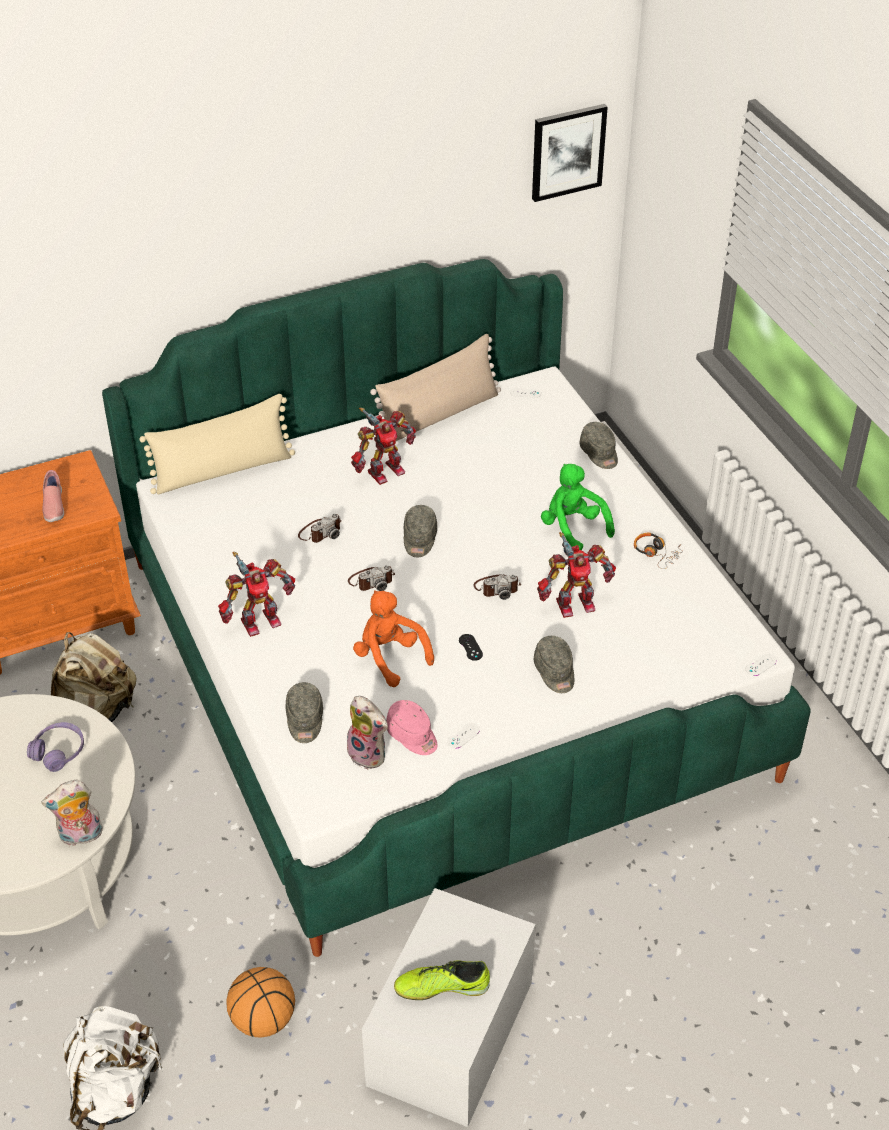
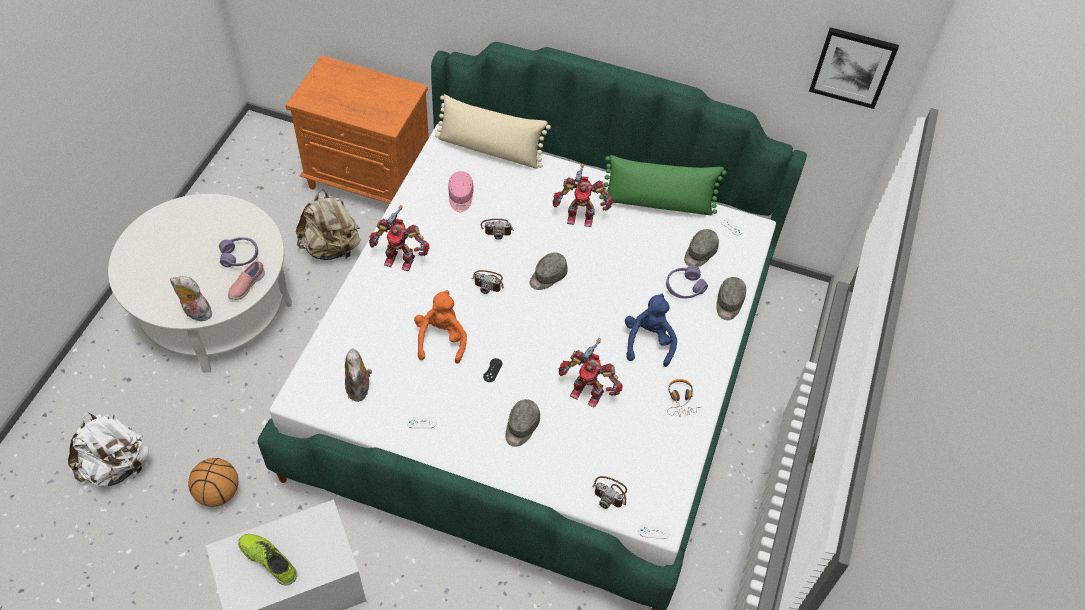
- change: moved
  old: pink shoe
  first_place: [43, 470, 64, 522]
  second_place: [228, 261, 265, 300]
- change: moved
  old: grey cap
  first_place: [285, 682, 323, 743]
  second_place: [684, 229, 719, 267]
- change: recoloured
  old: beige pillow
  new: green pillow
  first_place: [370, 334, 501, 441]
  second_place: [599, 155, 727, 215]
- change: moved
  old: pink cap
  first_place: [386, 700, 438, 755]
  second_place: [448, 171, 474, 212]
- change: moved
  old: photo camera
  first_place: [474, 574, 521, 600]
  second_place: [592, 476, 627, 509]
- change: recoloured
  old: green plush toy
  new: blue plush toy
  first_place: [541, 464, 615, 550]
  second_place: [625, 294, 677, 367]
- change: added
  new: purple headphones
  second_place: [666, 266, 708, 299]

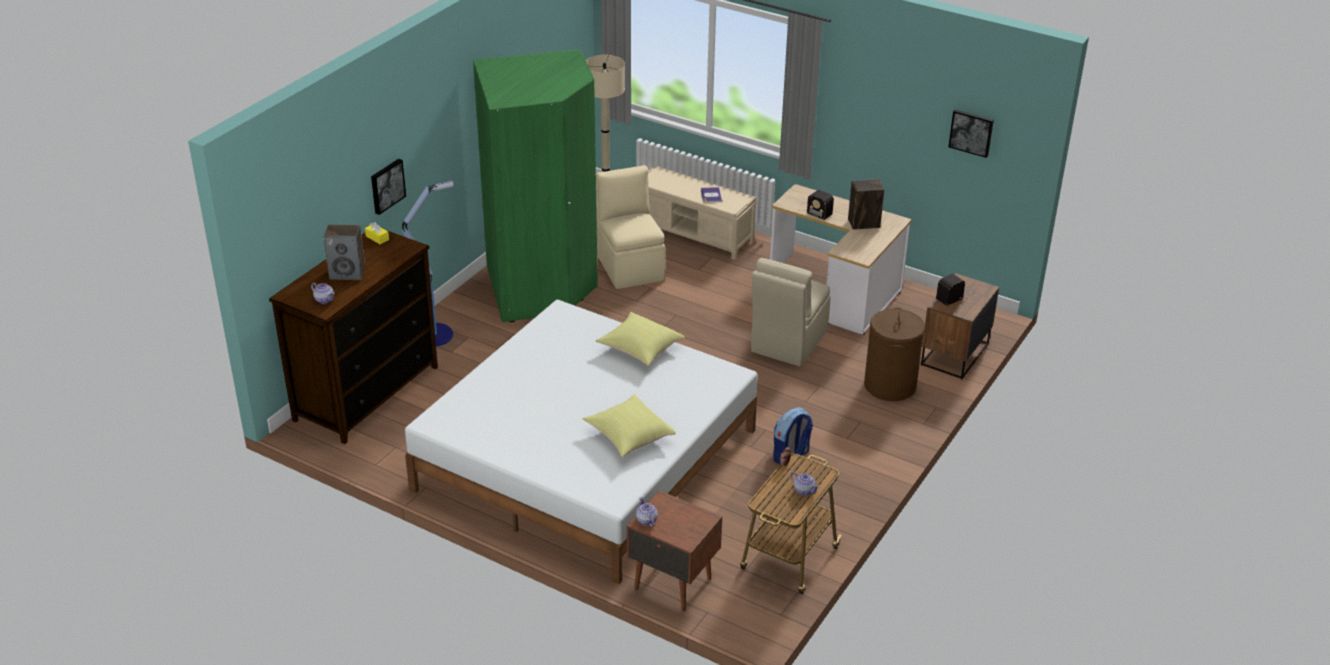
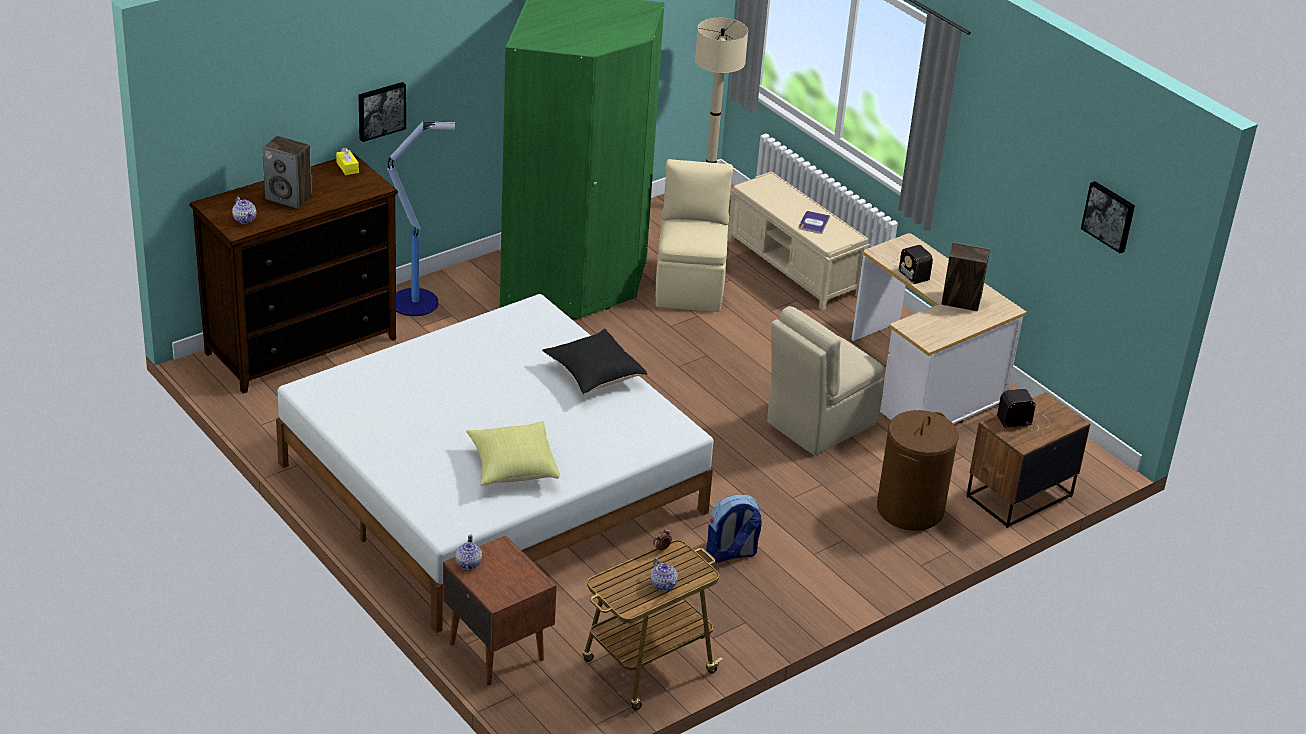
- change: recoloured
  old: yellow pillow
  new: black pillow
  first_place: [596, 312, 685, 366]
  second_place: [542, 329, 647, 395]

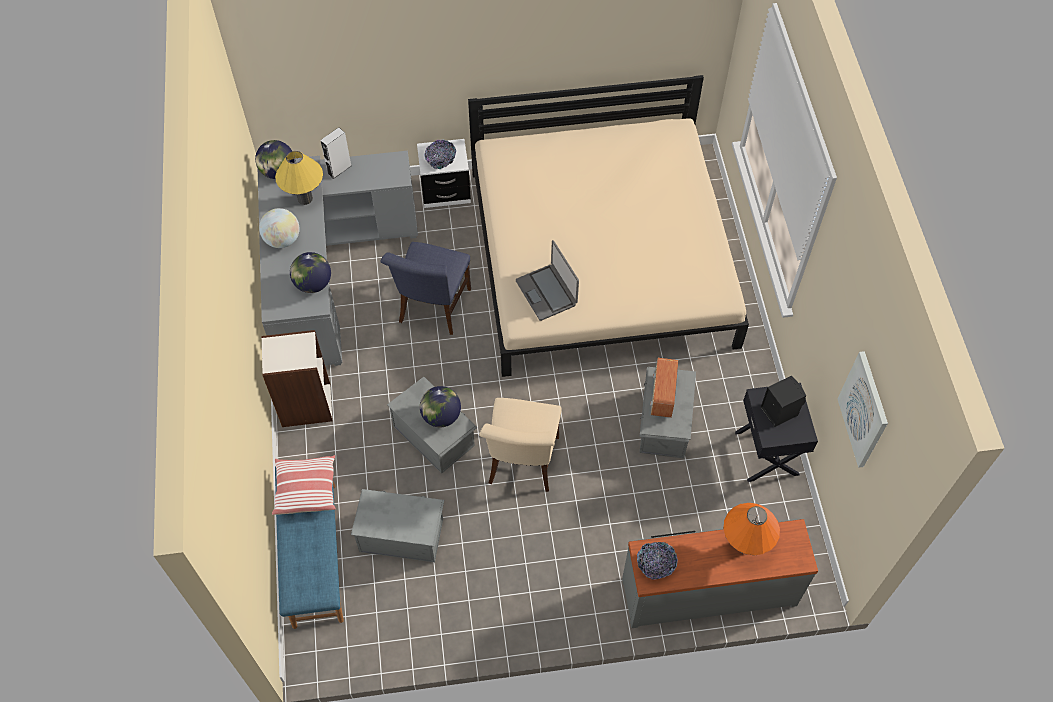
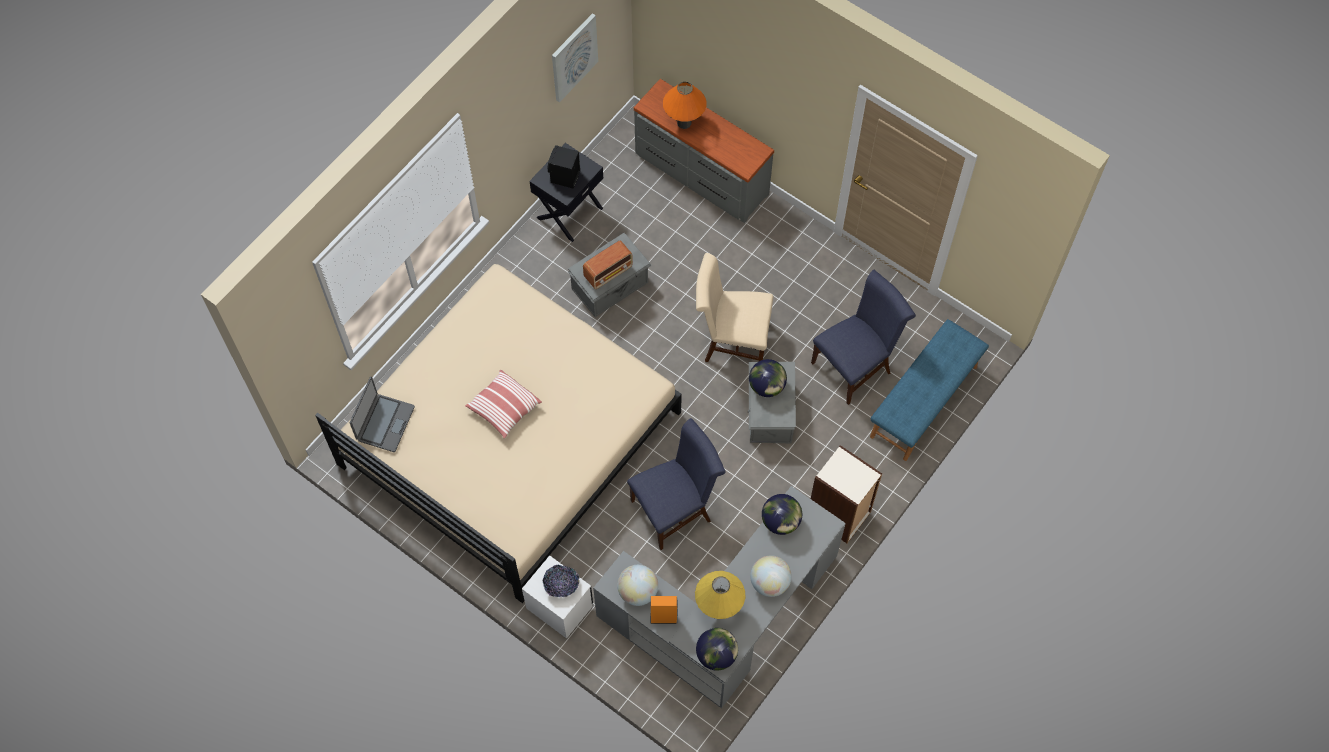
- change: moved
  old: pillow
  first_place: [272, 455, 336, 515]
  second_place: [465, 370, 542, 439]
- change: recoloured
  old: grey speaker
  new: orange speaker
  first_place: [320, 127, 352, 179]
  second_place: [650, 596, 678, 624]
- change: replaced
  old: grey storage box
  new: blue chair
  first_place: [351, 489, 444, 562]
  second_place: [811, 270, 916, 405]
- change: turned
  old: beige chair
  first_place: [479, 398, 562, 492]
  second_place: [696, 253, 773, 362]
  degrees: -135
- change: moved
  old: laptop
  first_place: [516, 240, 579, 321]
  second_place: [350, 377, 415, 452]
- change: removed
  old: bowl
  first_place: [637, 542, 678, 580]
- change: added
  new: globe
  second_place: [617, 565, 658, 606]

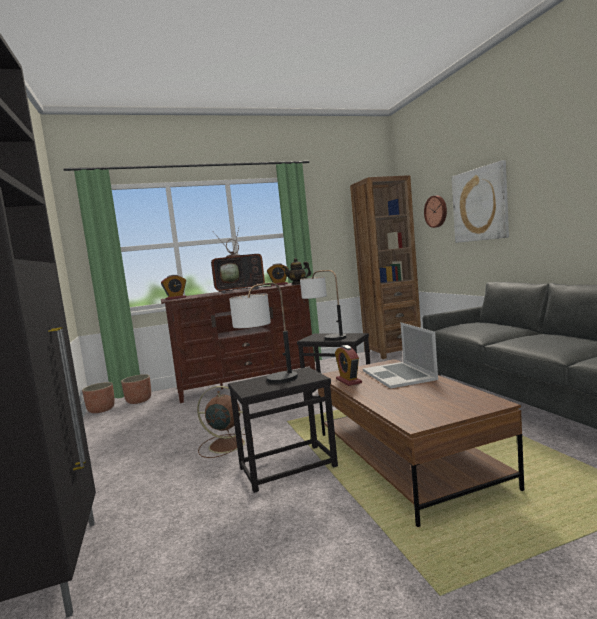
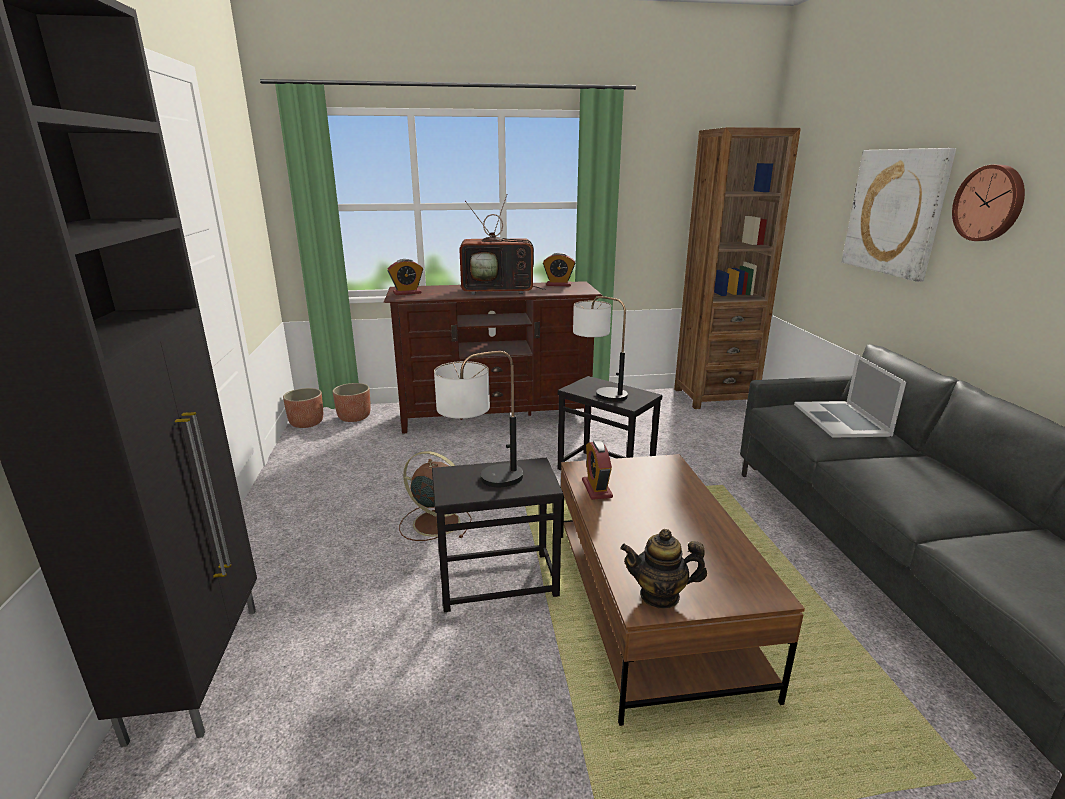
- change: moved
  old: teapot
  first_place: [283, 258, 312, 285]
  second_place: [620, 529, 707, 609]
- change: moved
  old: laptop
  first_place: [363, 322, 438, 389]
  second_place: [794, 355, 906, 438]
- change: moved
  old: wall clock
  first_place: [424, 196, 447, 228]
  second_place: [952, 165, 1025, 241]

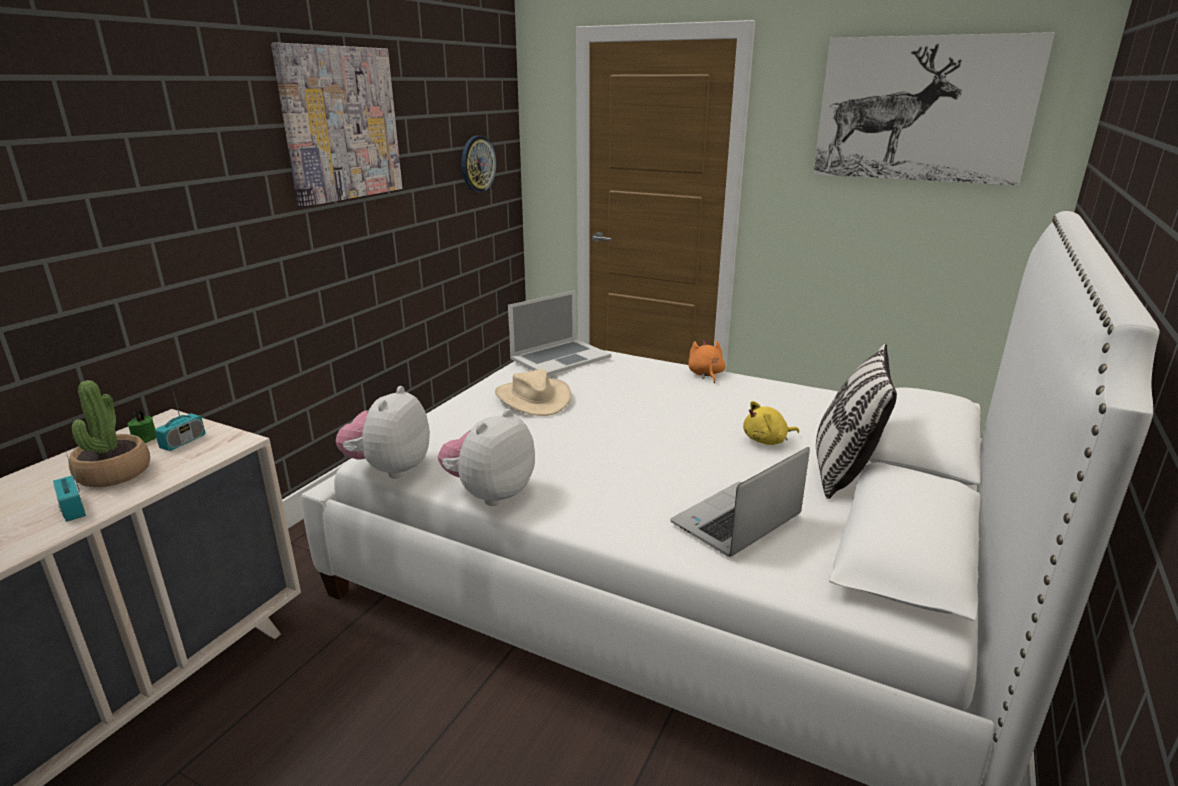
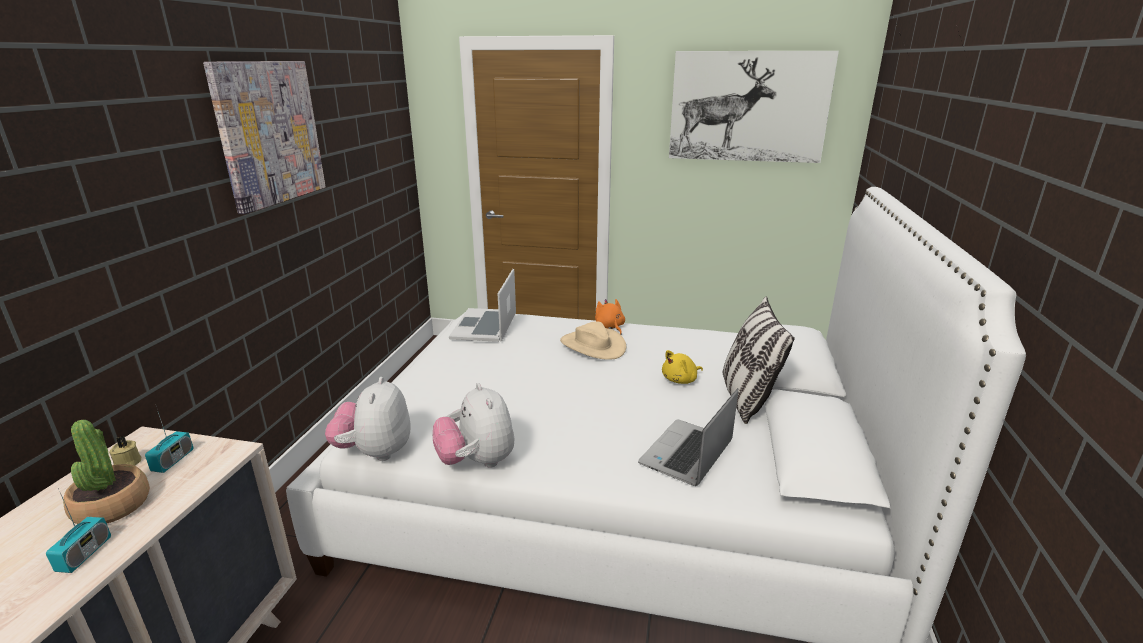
- change: turned
  old: radio
  first_place: [53, 449, 86, 522]
  second_place: [46, 488, 111, 573]
  degrees: -120
- change: recoloured
  old: green candle
  new: beige candle
  first_place: [127, 410, 156, 443]
  second_place: [109, 436, 141, 466]
- change: turned
  old: plush toy
  first_place: [437, 409, 535, 506]
  second_place: [433, 383, 514, 468]
  degrees: -45
- change: removed
  old: wall clock
  first_place: [462, 135, 496, 192]
- change: moved
  old: beige hat
  first_place: [495, 369, 571, 416]
  second_place: [560, 321, 626, 360]
- change: turned
  old: laptop
  first_place: [508, 290, 611, 376]
  second_place: [449, 269, 516, 342]
  degrees: 150

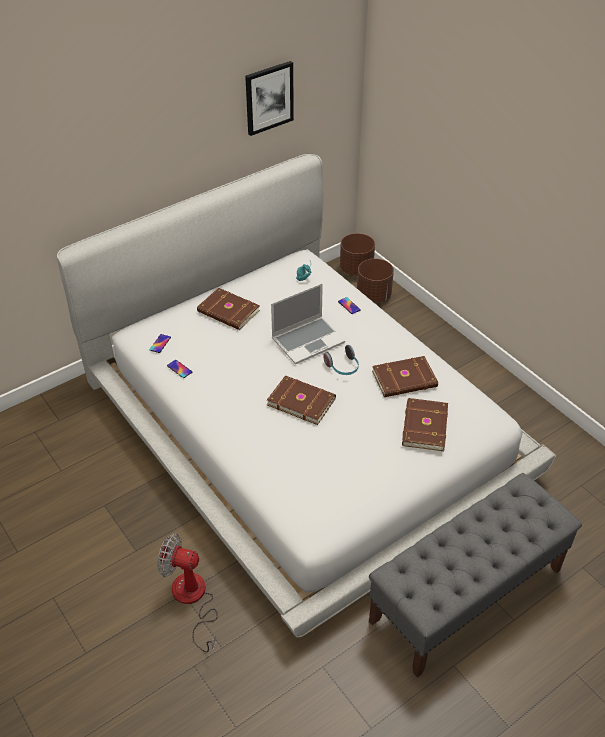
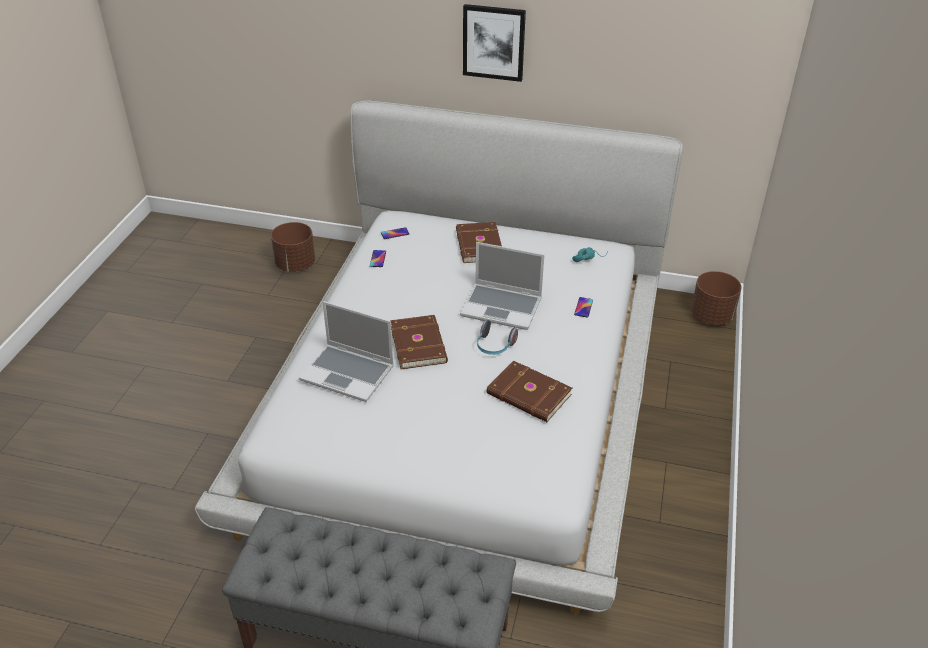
- change: removed
  old: fan
  first_place: [158, 533, 218, 652]
- change: moved
  old: picture
  first_place: [245, 61, 294, 136]
  second_place: [463, 4, 526, 82]
- change: moved
  old: brown planter
  first_place: [357, 258, 394, 303]
  second_place: [271, 222, 315, 272]
- change: removed
  old: brown book
  first_place: [402, 398, 448, 451]
- change: added
  new: laptop
  second_place: [299, 301, 394, 402]

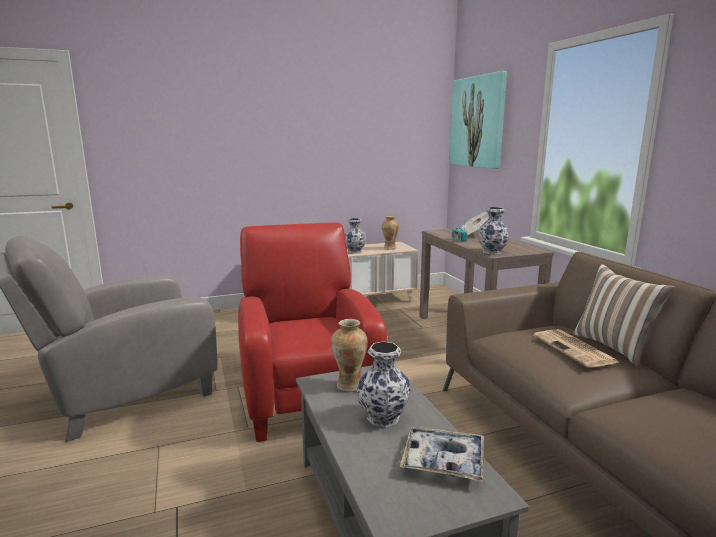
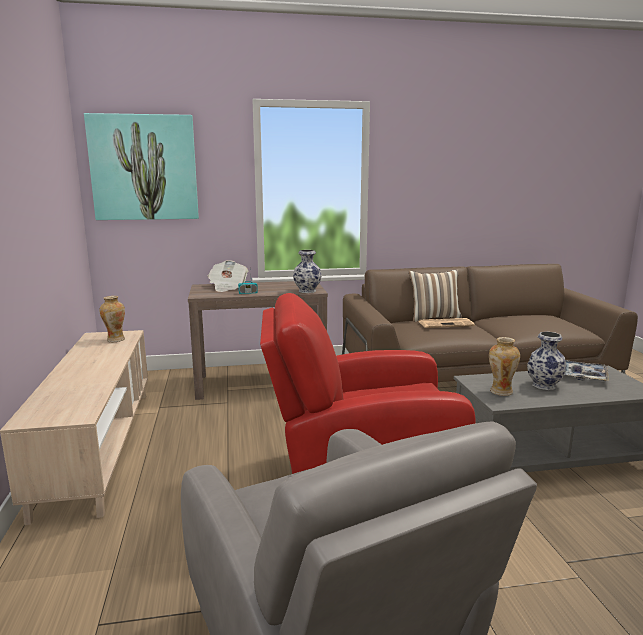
- change: removed
  old: vase
  first_place: [345, 218, 366, 254]

